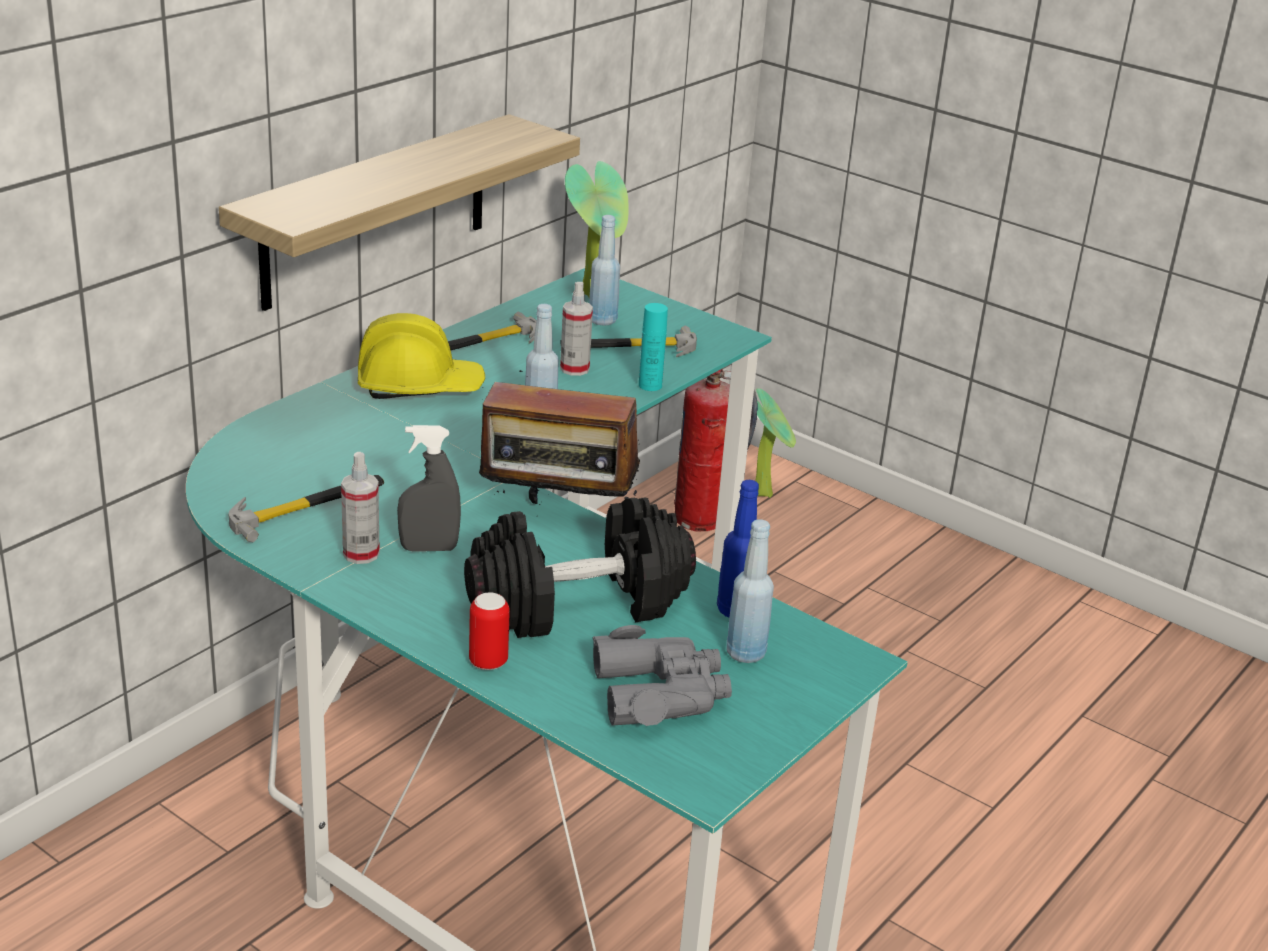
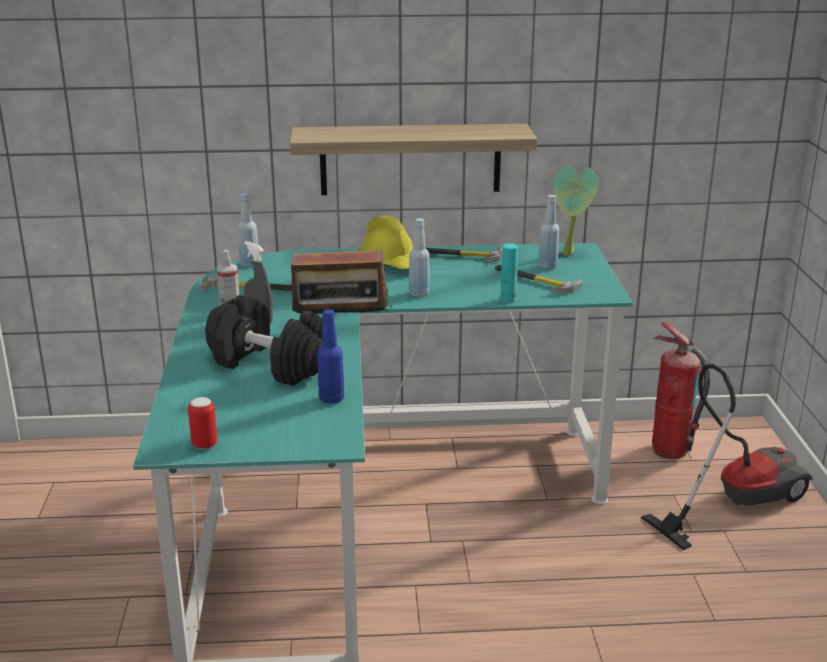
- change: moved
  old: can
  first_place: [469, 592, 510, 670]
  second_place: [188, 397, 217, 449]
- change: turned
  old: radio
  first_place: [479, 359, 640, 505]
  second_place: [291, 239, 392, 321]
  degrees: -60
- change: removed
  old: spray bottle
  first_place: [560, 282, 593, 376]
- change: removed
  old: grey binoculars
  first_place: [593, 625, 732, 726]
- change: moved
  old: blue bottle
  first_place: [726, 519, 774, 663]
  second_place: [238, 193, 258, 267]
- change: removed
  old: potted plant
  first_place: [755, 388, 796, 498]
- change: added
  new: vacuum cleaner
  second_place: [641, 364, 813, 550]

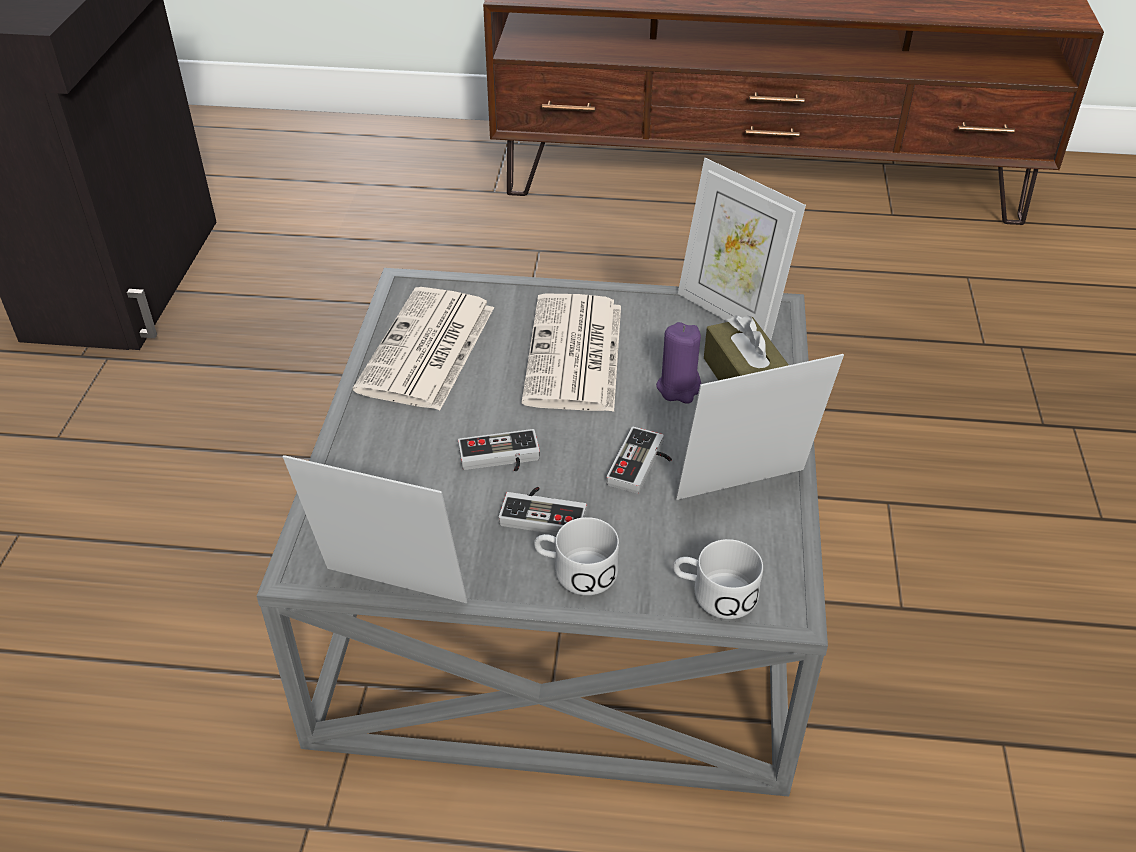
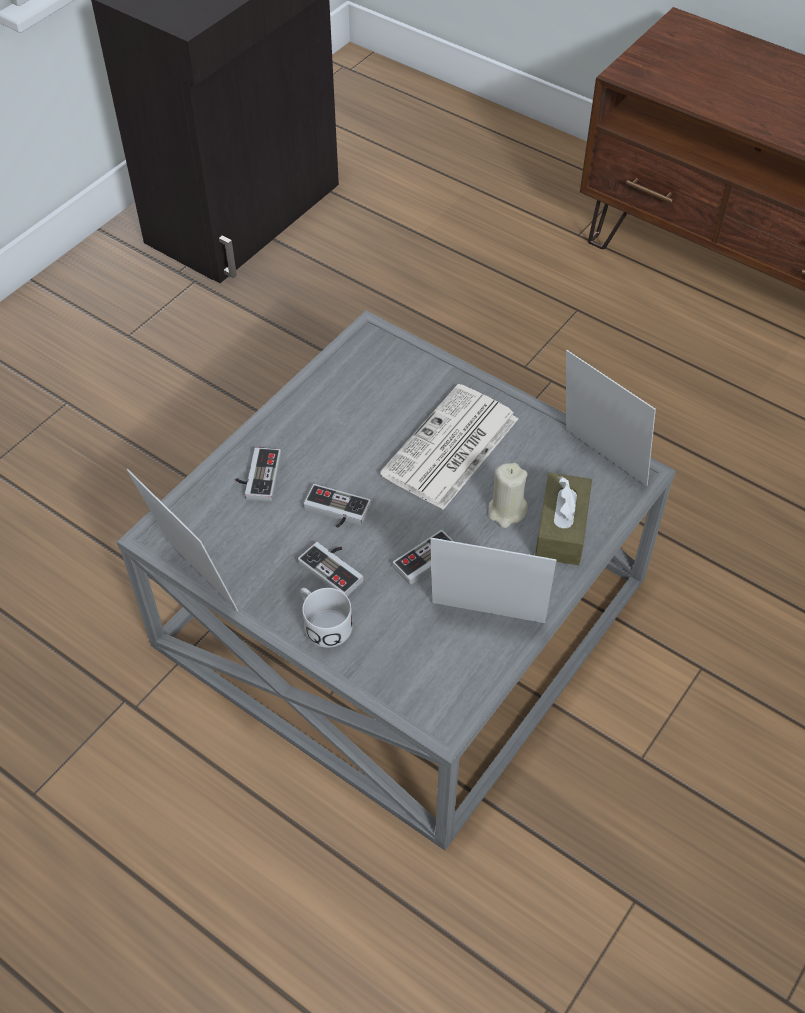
- change: removed
  old: newspaper
  first_place: [353, 287, 494, 410]
- change: recoloured
  old: purple candle
  new: beige candle
  first_place: [656, 322, 701, 404]
  second_place: [488, 463, 528, 528]
- change: removed
  old: white mug
  first_place: [673, 539, 763, 619]
- change: turned
  old: picture frame
  first_place: [678, 158, 806, 340]
  second_place: [566, 350, 656, 486]
  degrees: 150
- change: added
  new: game controller
  second_place: [236, 447, 281, 502]

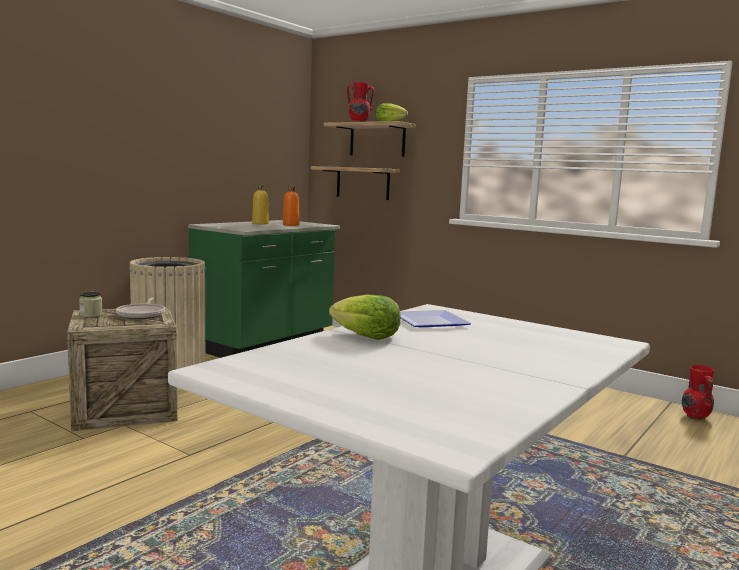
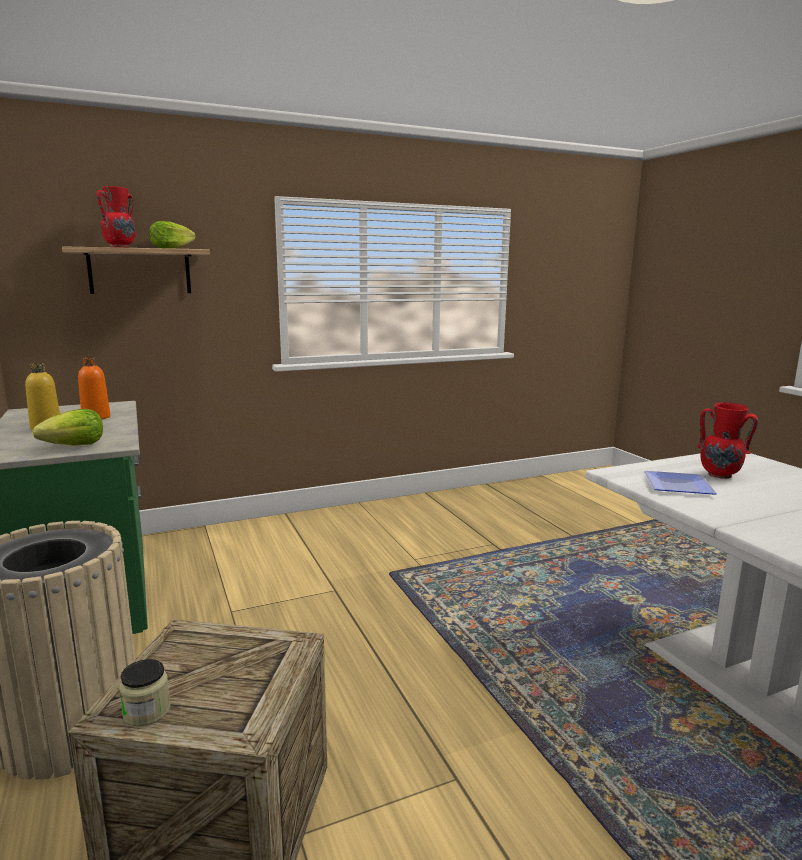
- change: removed
  old: frying pan
  first_place: [116, 298, 165, 319]
- change: removed
  old: shelf
  first_place: [311, 166, 400, 200]
- change: moved
  old: lettuce
  first_place: [329, 294, 401, 340]
  second_place: [32, 409, 103, 445]
- change: moved
  old: red vase
  first_place: [682, 365, 714, 420]
  second_place: [697, 402, 758, 479]

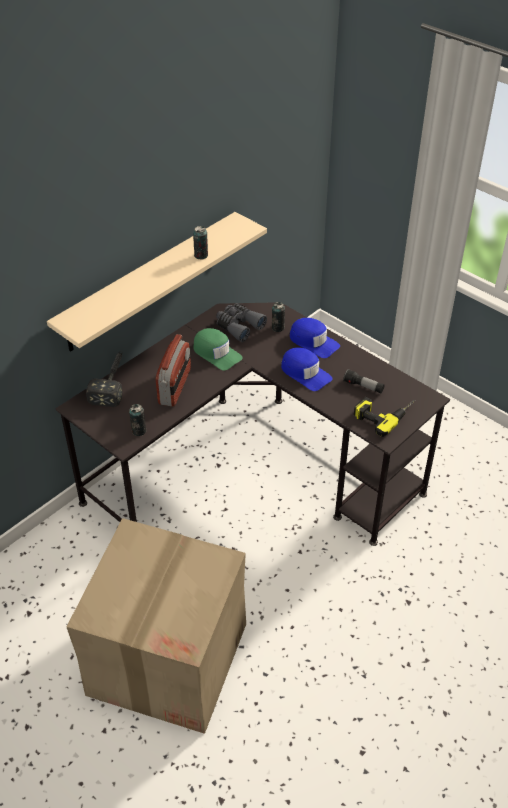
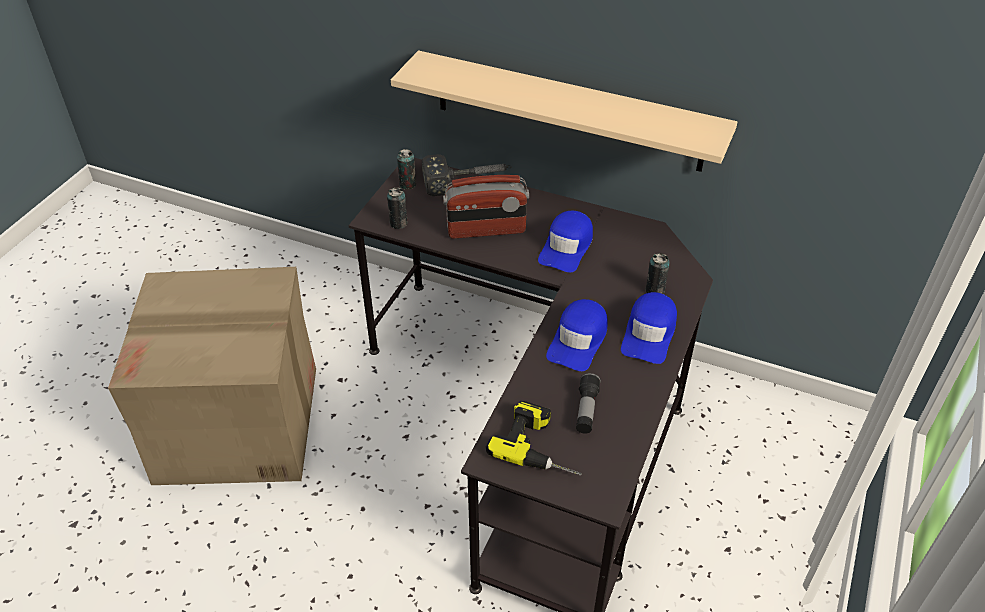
- change: moved
  old: can
  first_place: [193, 226, 208, 259]
  second_place: [397, 149, 416, 190]
- change: recoloured
  old: green cap
  new: blue cap
  first_place: [193, 328, 243, 371]
  second_place: [538, 211, 593, 273]
- change: removed
  old: grey binoculars
  first_place: [216, 303, 267, 342]

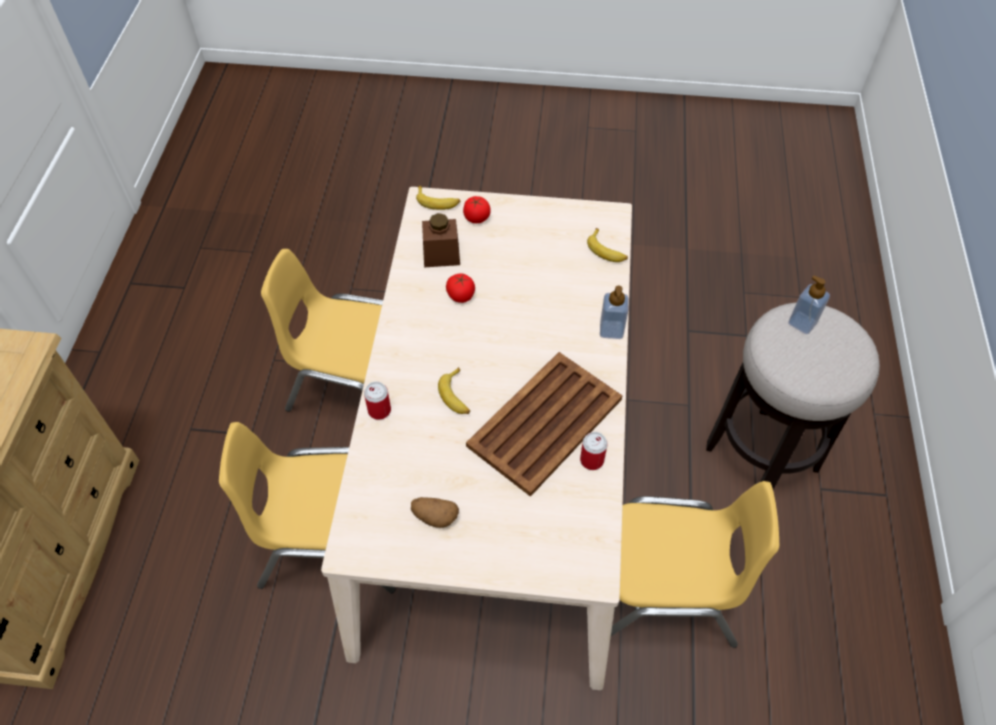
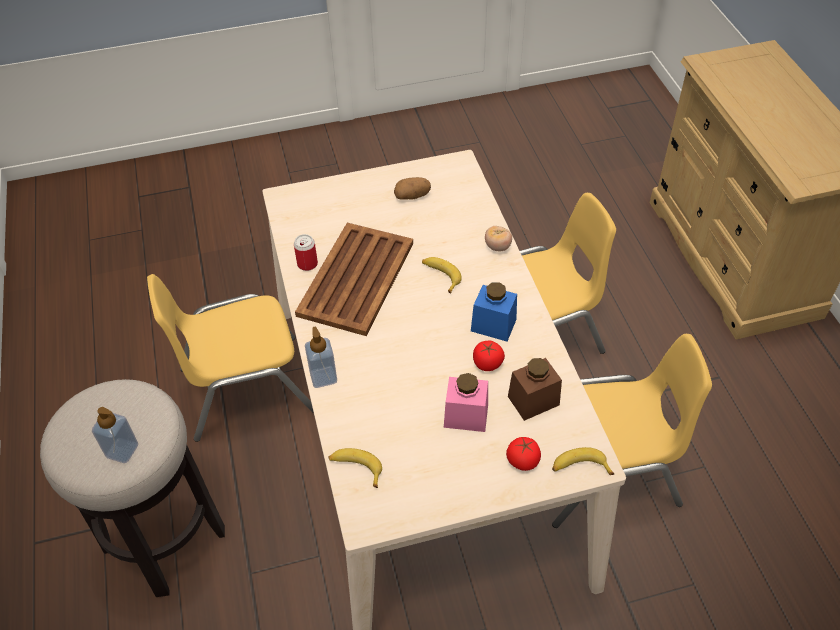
- change: replaced
  old: can
  new: tomato
  first_place: [364, 382, 391, 420]
  second_place: [485, 226, 512, 251]
- change: added
  new: pink jar
  second_place: [444, 373, 488, 432]
- change: added
  new: blue jar
  second_place: [471, 282, 517, 342]

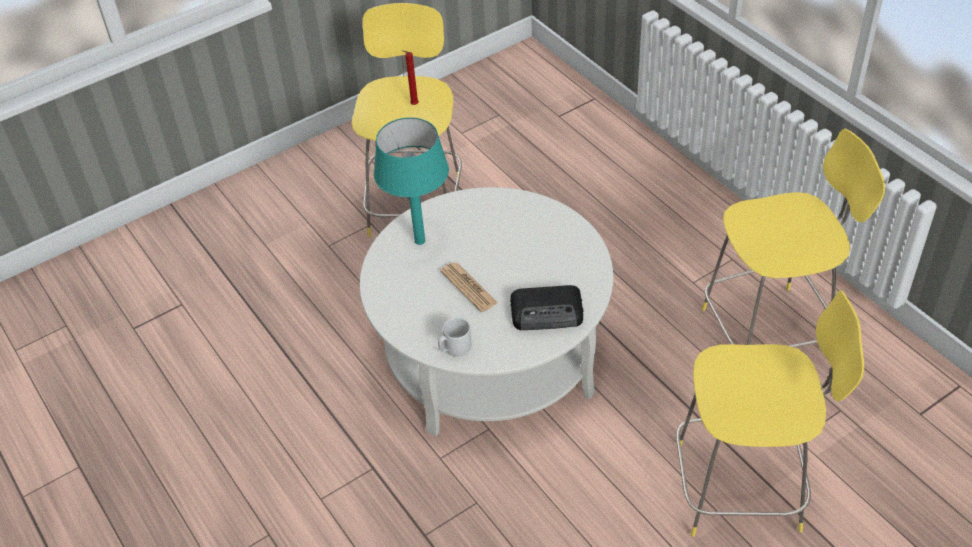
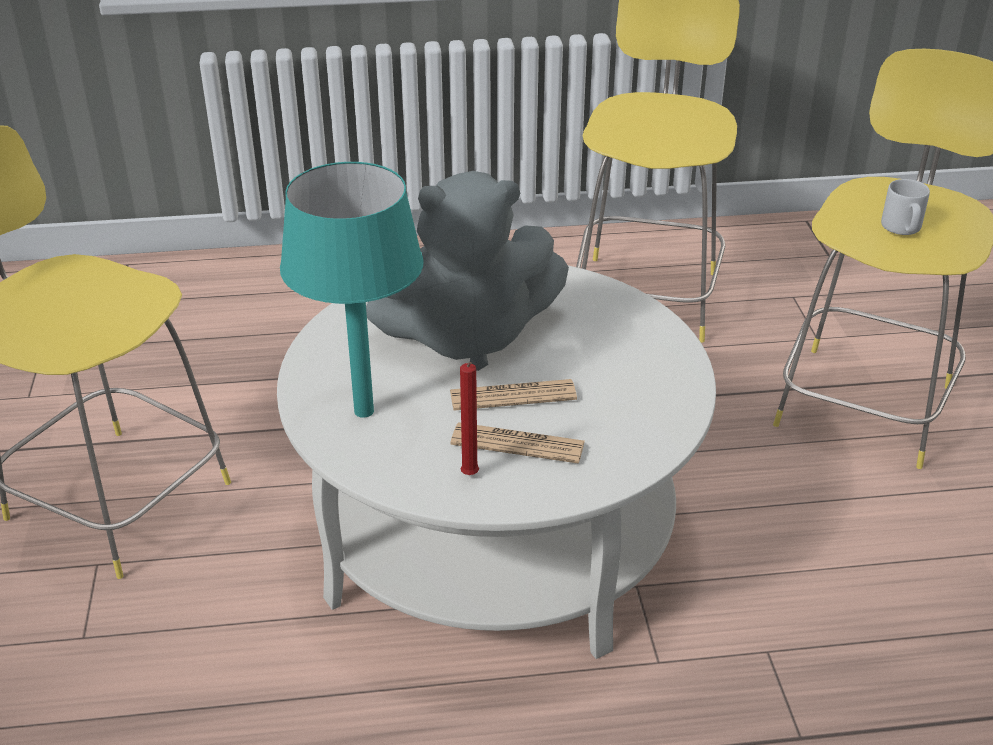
- change: moved
  old: red candle
  first_place: [402, 50, 419, 105]
  second_place: [460, 362, 479, 475]
- change: moved
  old: grey mug
  first_place: [438, 318, 472, 357]
  second_place: [881, 179, 930, 235]
- change: removed
  old: radio
  first_place: [510, 285, 583, 330]
- change: added
  new: grey plush toy
  second_place: [366, 171, 569, 371]
- change: added
  new: newspaper
  second_place: [450, 422, 585, 464]

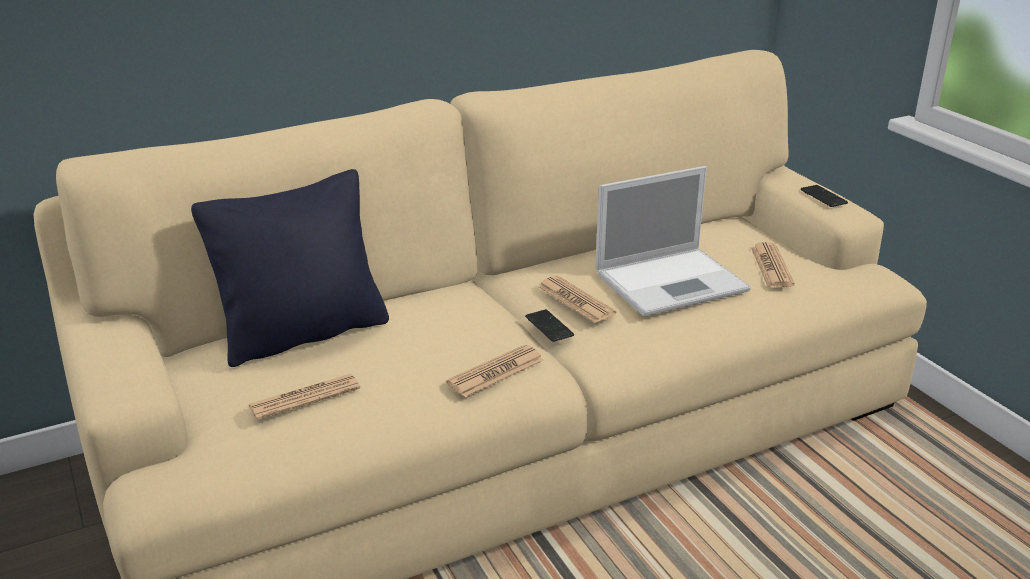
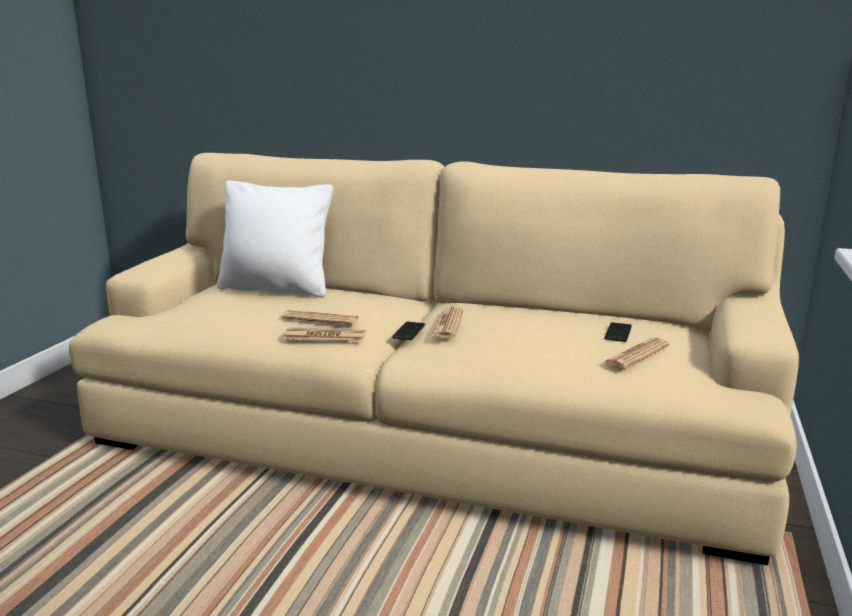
- change: recoloured
  old: black pillow
  new: white pillow
  first_place: [191, 169, 389, 367]
  second_place: [217, 180, 333, 298]
- change: moved
  old: newspaper
  first_place: [248, 374, 360, 420]
  second_place: [282, 310, 359, 325]
- change: removed
  old: laptop
  first_place: [595, 166, 751, 316]
- change: moved
  old: phone
  first_place: [801, 185, 848, 207]
  second_place: [604, 322, 632, 342]

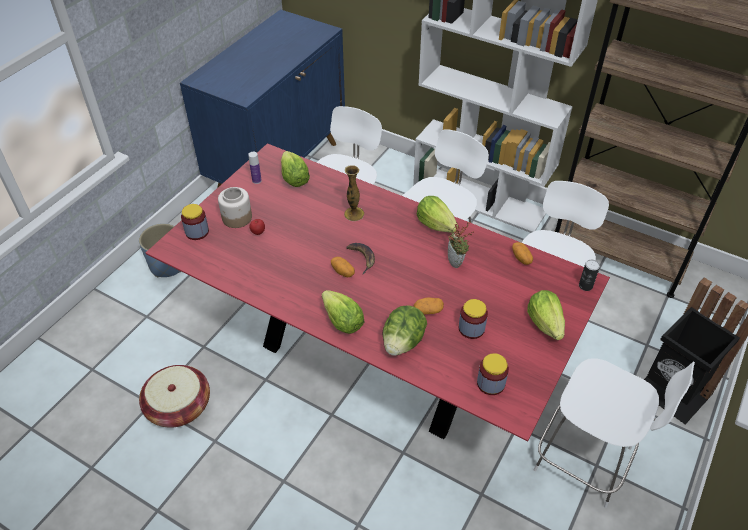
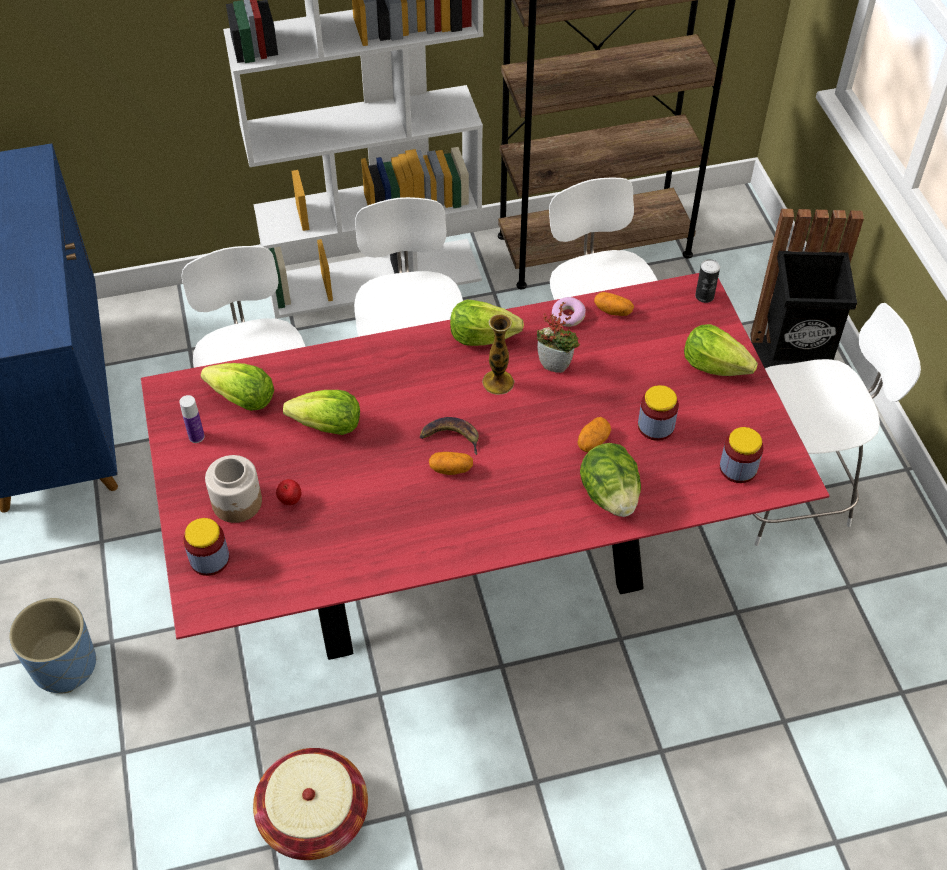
- change: moved
  old: lettuce
  first_place: [322, 290, 365, 334]
  second_place: [283, 390, 360, 435]
- change: moved
  old: vase
  first_place: [344, 165, 364, 221]
  second_place: [482, 314, 515, 395]
- change: added
  new: donut
  second_place: [552, 297, 586, 327]

